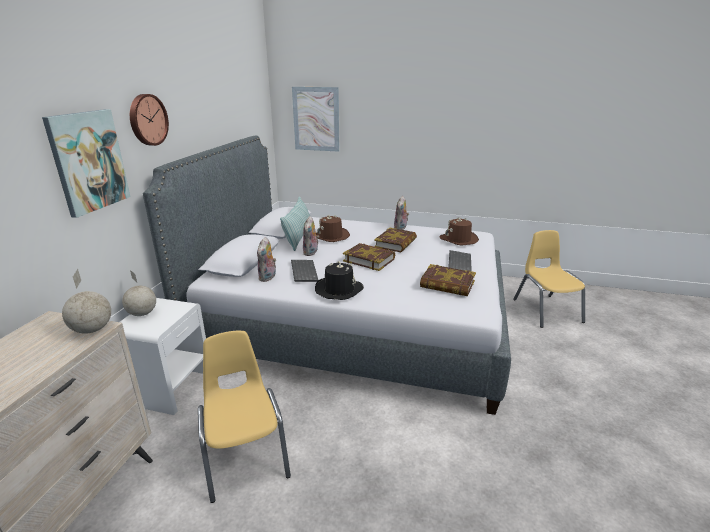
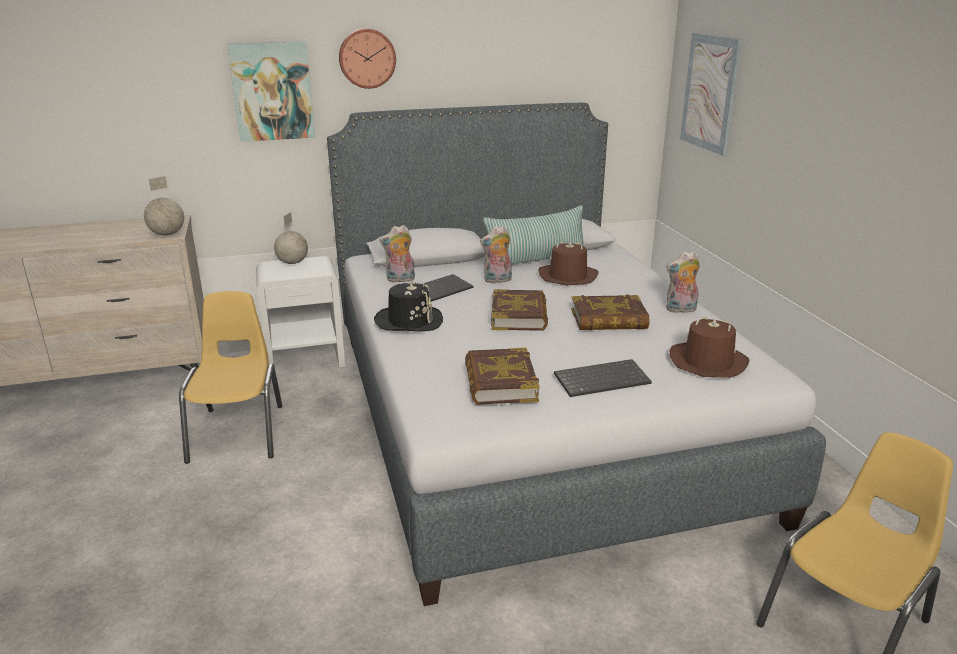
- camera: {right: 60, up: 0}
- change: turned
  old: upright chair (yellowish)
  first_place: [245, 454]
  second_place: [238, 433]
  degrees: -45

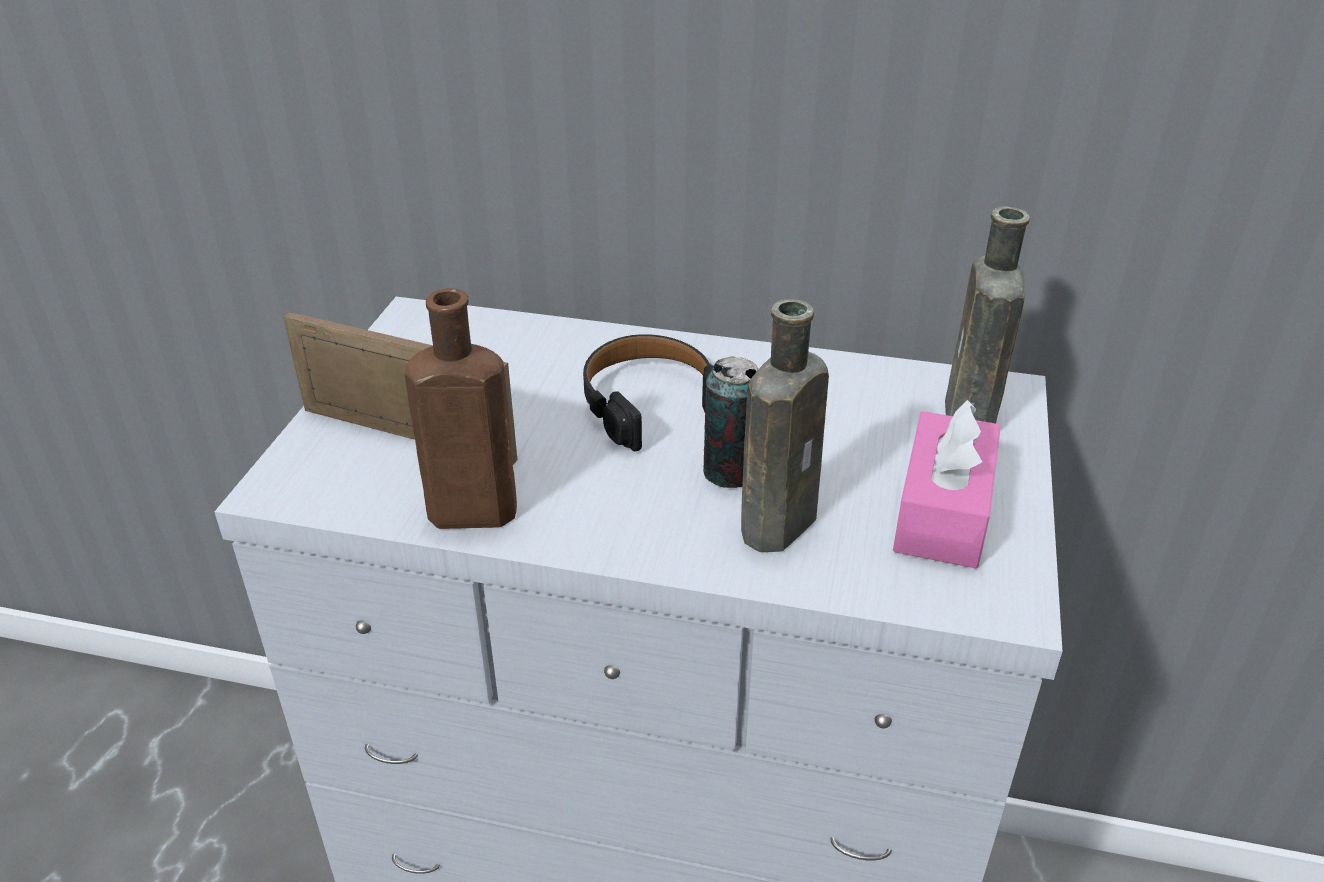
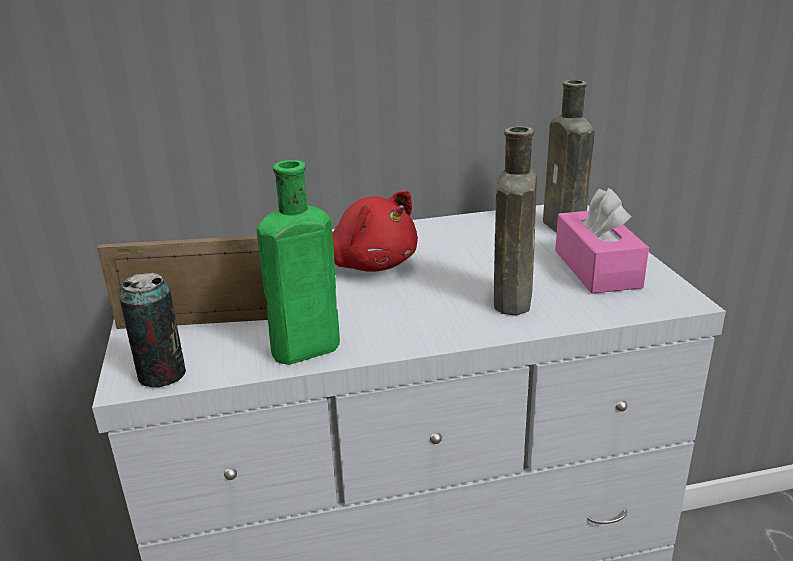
- camera: {right: -25, up: -10}
- change: recoloured
  old: bottle (brown-coloured)
  new: bottle (green-coloured)
  first_place: [466, 513]
  second_place: [301, 351]
- change: replaced
  old: pair of headphones (black)
  new: cuddly toy (reddish)
  first_place: [651, 404]
  second_place: [371, 264]
- change: moved
  old: sealed can
  first_place: [730, 472]
  second_place: [162, 375]

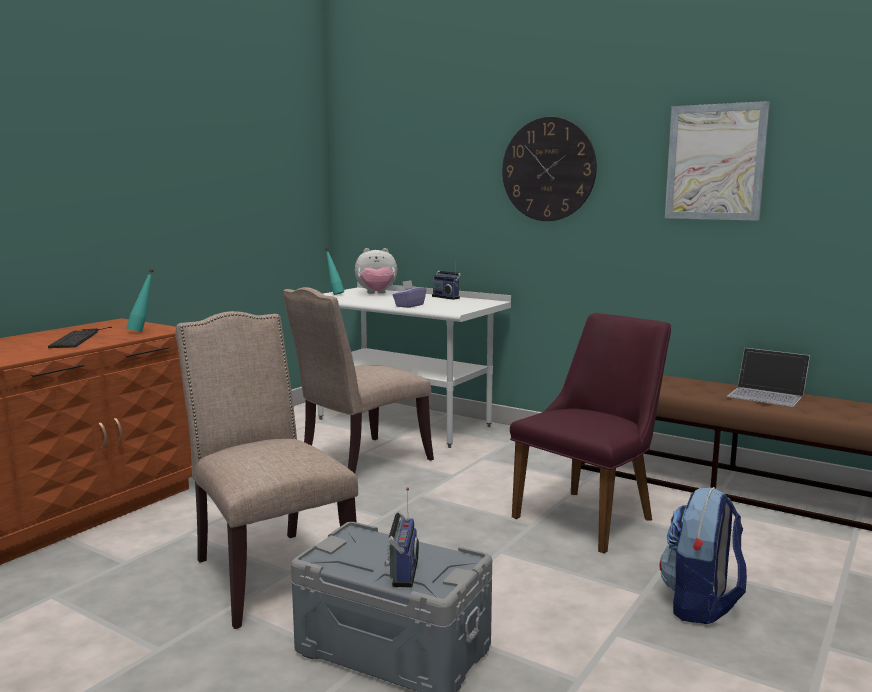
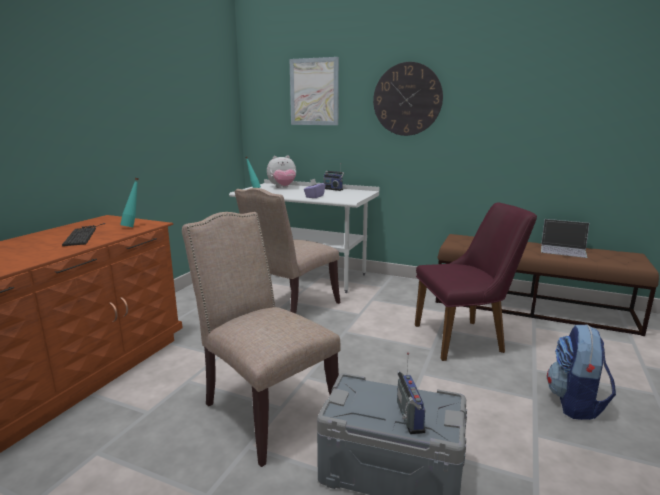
- camera: {right: -10, up: 5}
- change: turned
  old: upright chair (purple)
  first_place: [592, 515]
  second_place: [466, 338]
  degrees: 45
- change: moved
  old: picture
  first_place: [715, 162]
  second_place: [314, 92]

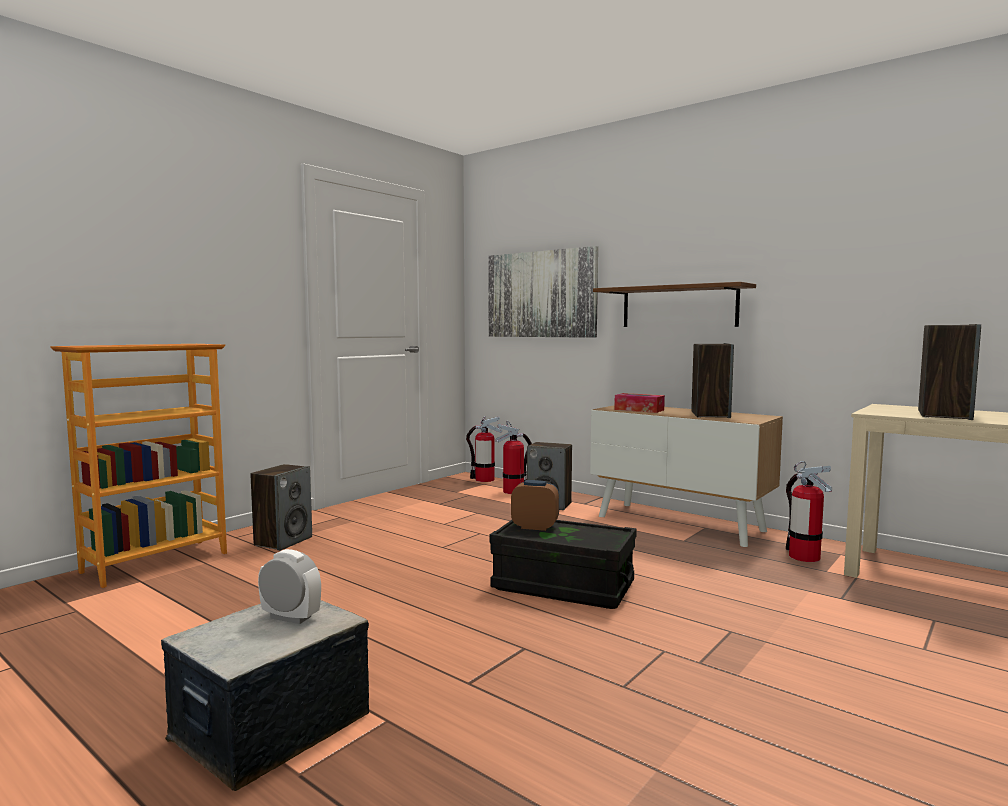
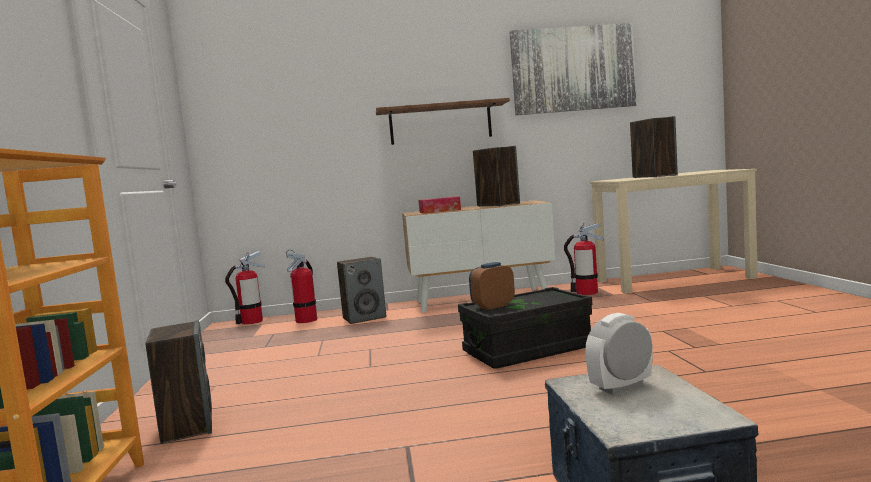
- camera: {right: -45, up: 0}
- change: moved
  old: picture
  first_place: [541, 294]
  second_place: [573, 69]

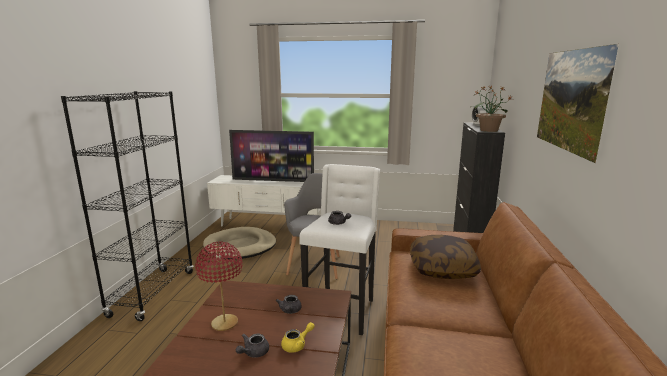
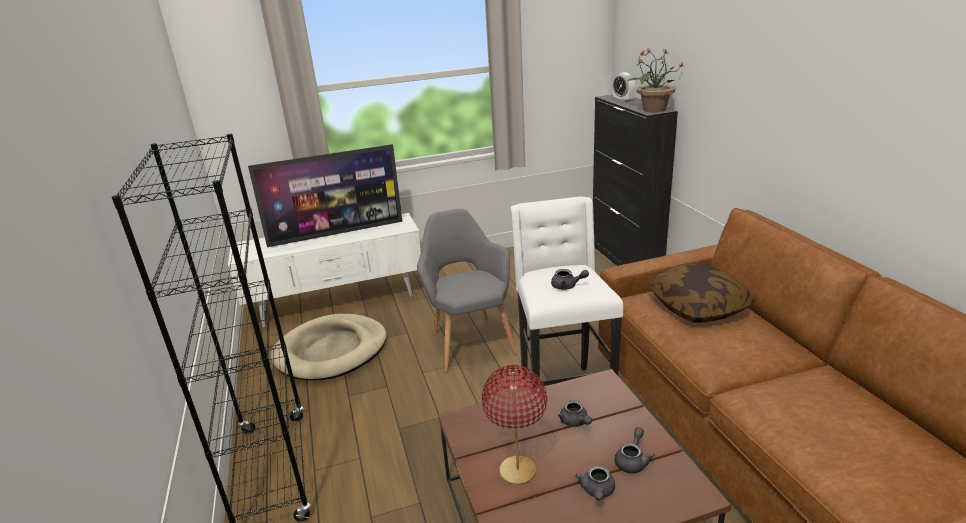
- camera: {right: -25, up: 10}
- change: recoloured
  old: teapot (yellowish)
  new: teapot (grey)
  first_place: [297, 345]
  second_place: [632, 460]
- change: removed
  old: picture
  first_place: [565, 124]

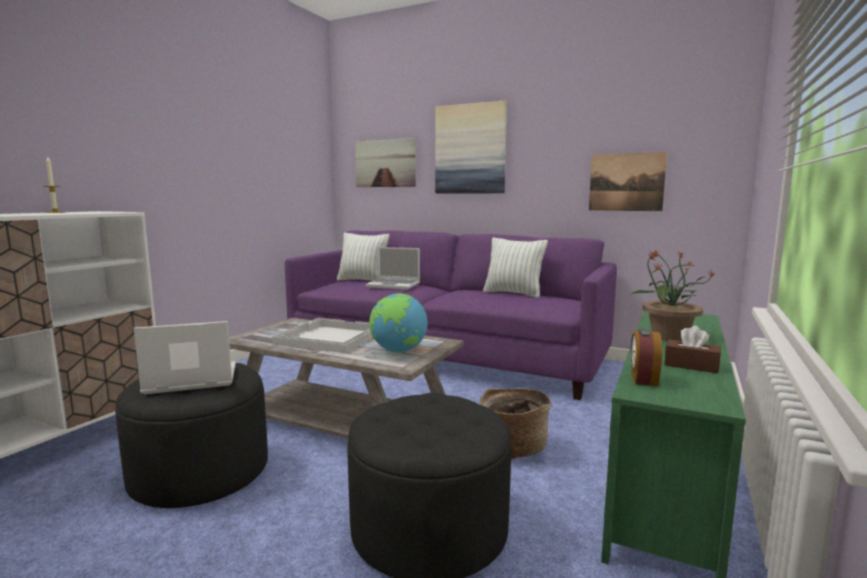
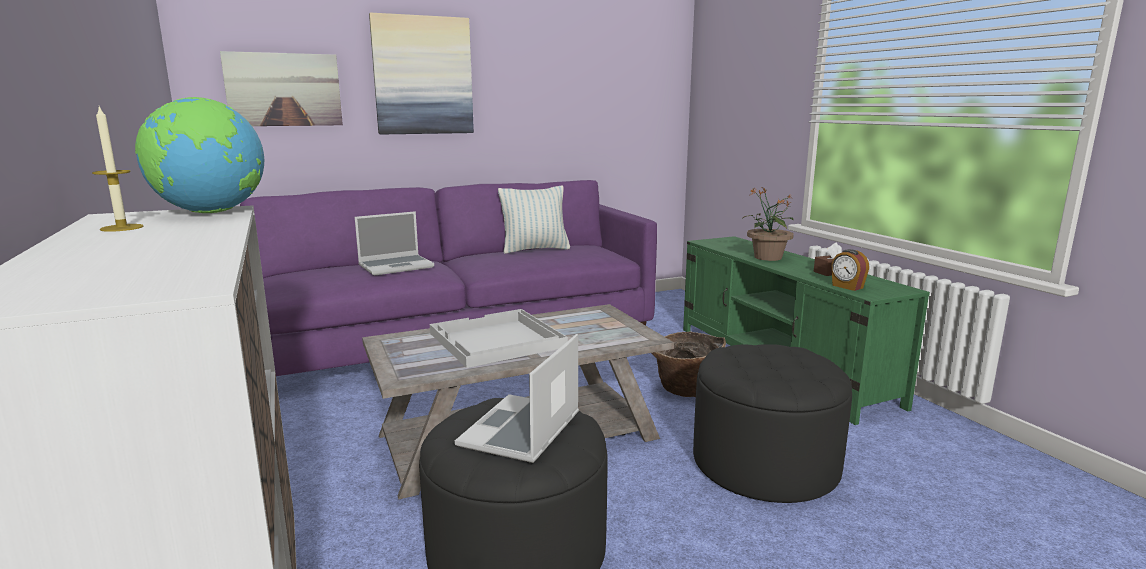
- camera: {right: -50, up: 5}
- change: removed
  old: throw pillow
  first_place: [363, 281]
- change: moved
  old: world globe
  first_place: [398, 351]
  second_place: [210, 212]
- change: removed
  old: picture
  first_place: [626, 182]

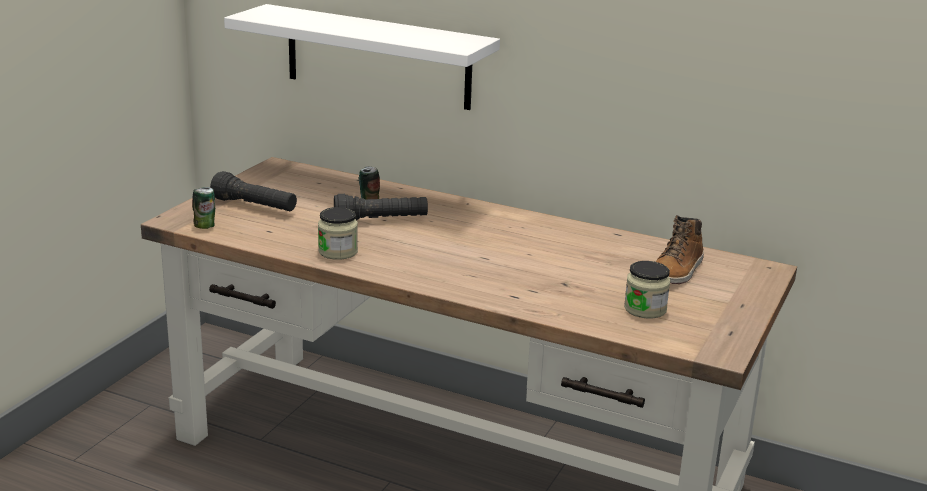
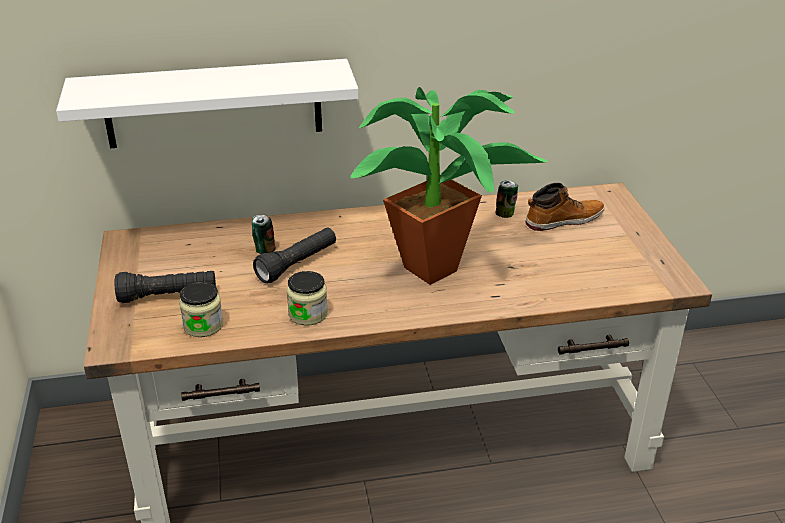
- camera: {right: -35, up: 10}
- change: moved
  old: sealed can
  first_place: [205, 226]
  second_place: [505, 214]
- change: moved
  old: preserve jar
  first_place: [645, 309]
  second_place: [203, 325]
- change: turned
  old: boot
  first_place: [677, 271]
  second_place: [563, 220]
  degrees: -105
- change: added
  new: houseplant
  second_place: [441, 268]

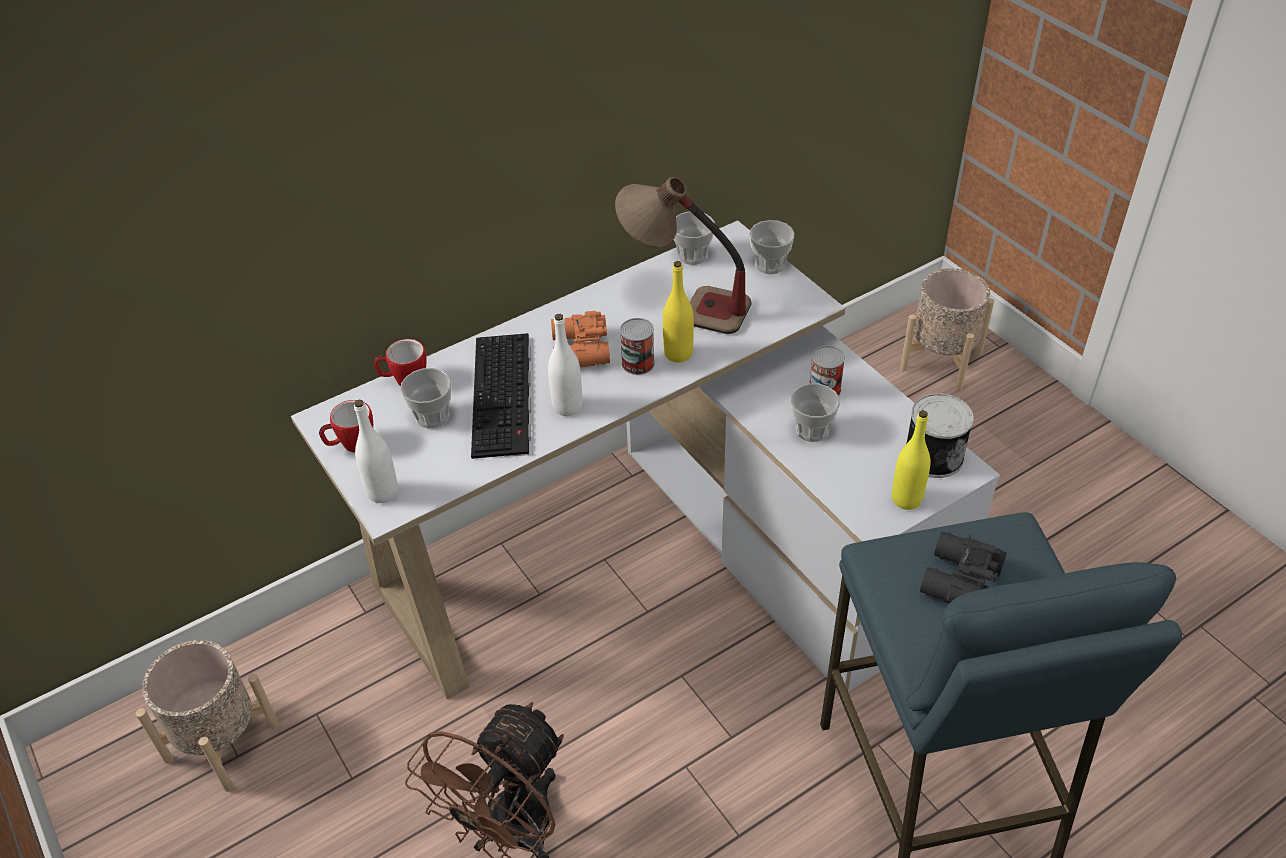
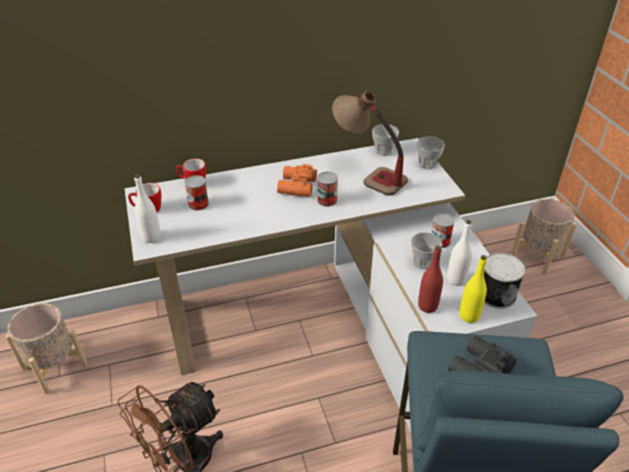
- camera: {right: 15, up: -5}
- change: replaced
  old: drinking cup
  new: sealed can
  first_place: [432, 416]
  second_place: [198, 204]
- change: removed
  old: computer keyboard
  first_place: [504, 396]
- change: moved
  old: bottle (white)
  first_place: [567, 407]
  second_place: [456, 280]
- change: removed
  old: bottle (yellowish)
  first_place: [678, 354]
- change: added
  new: bottle (reddish)
  second_place: [427, 306]

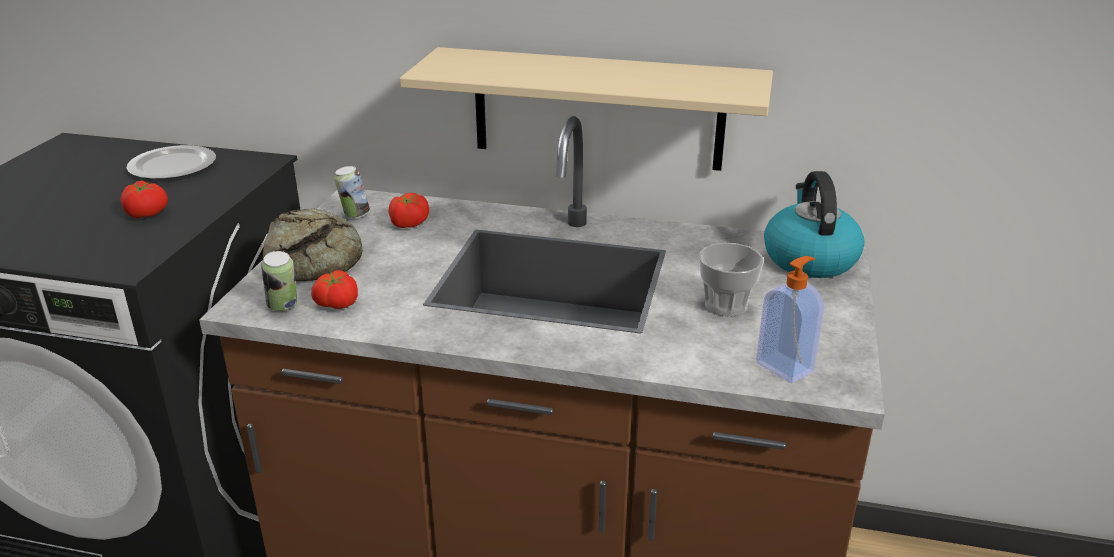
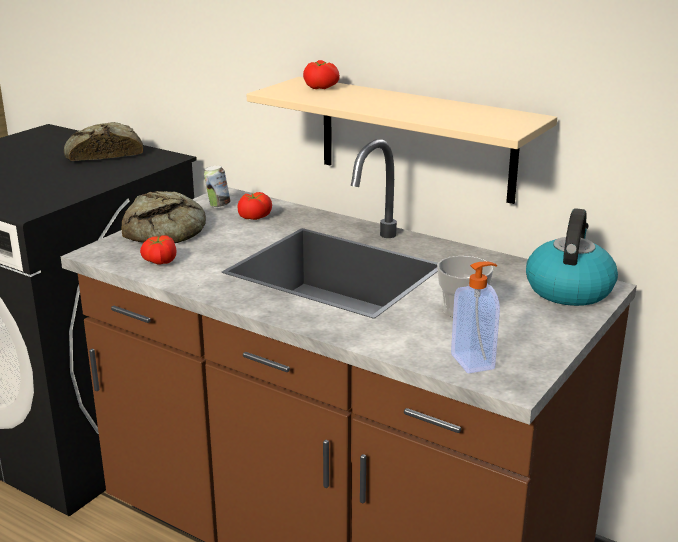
- camera: {right: 20, up: -5}
- change: moved
  old: whole tomato
  first_place: [147, 213]
  second_place: [321, 87]
- change: replaced
  old: plate
  new: baked bread
  first_place: [172, 167]
  second_place: [103, 154]
- change: removed
  old: sealed can
  first_place: [283, 307]

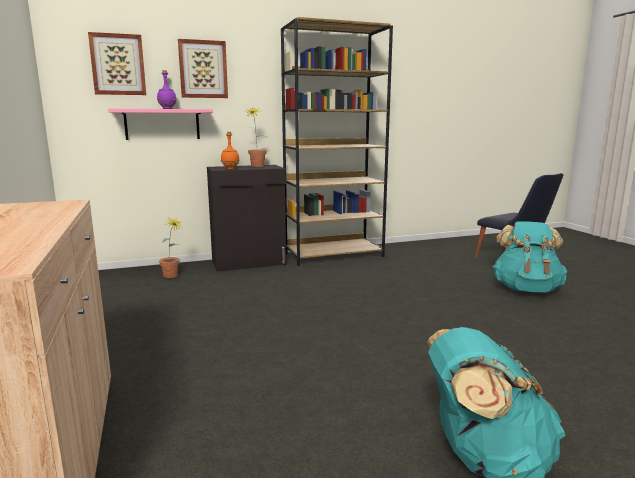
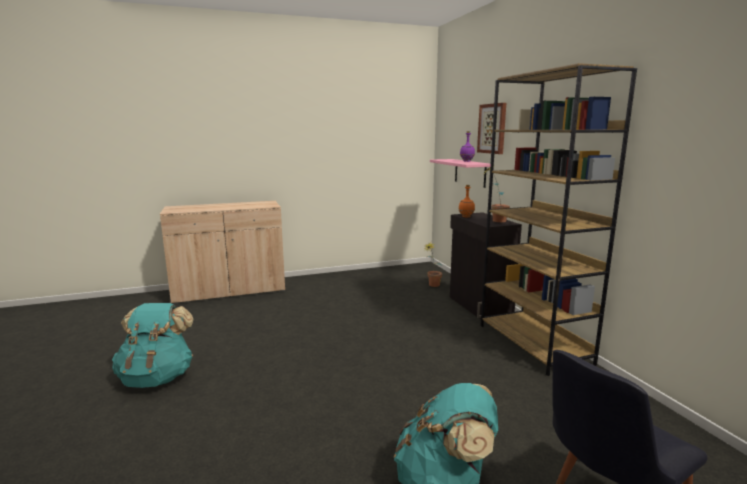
- camera: {right: 90, up: 0}
- change: removed
  old: picture
  first_place: [118, 64]

